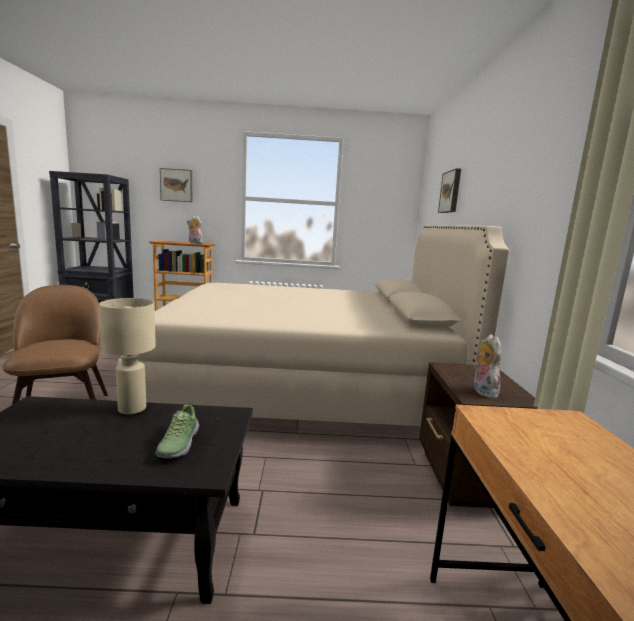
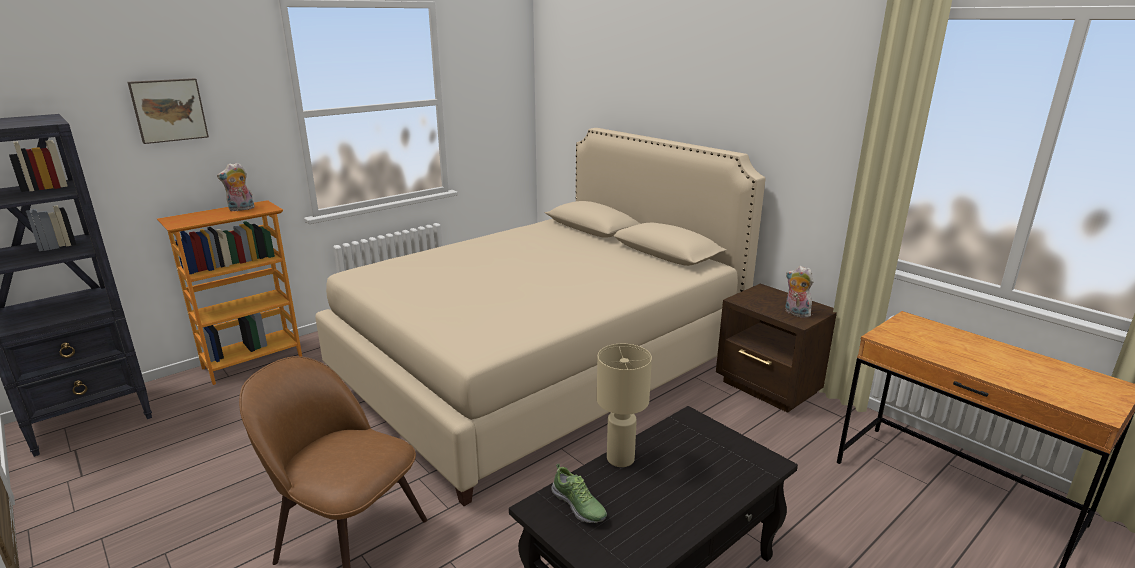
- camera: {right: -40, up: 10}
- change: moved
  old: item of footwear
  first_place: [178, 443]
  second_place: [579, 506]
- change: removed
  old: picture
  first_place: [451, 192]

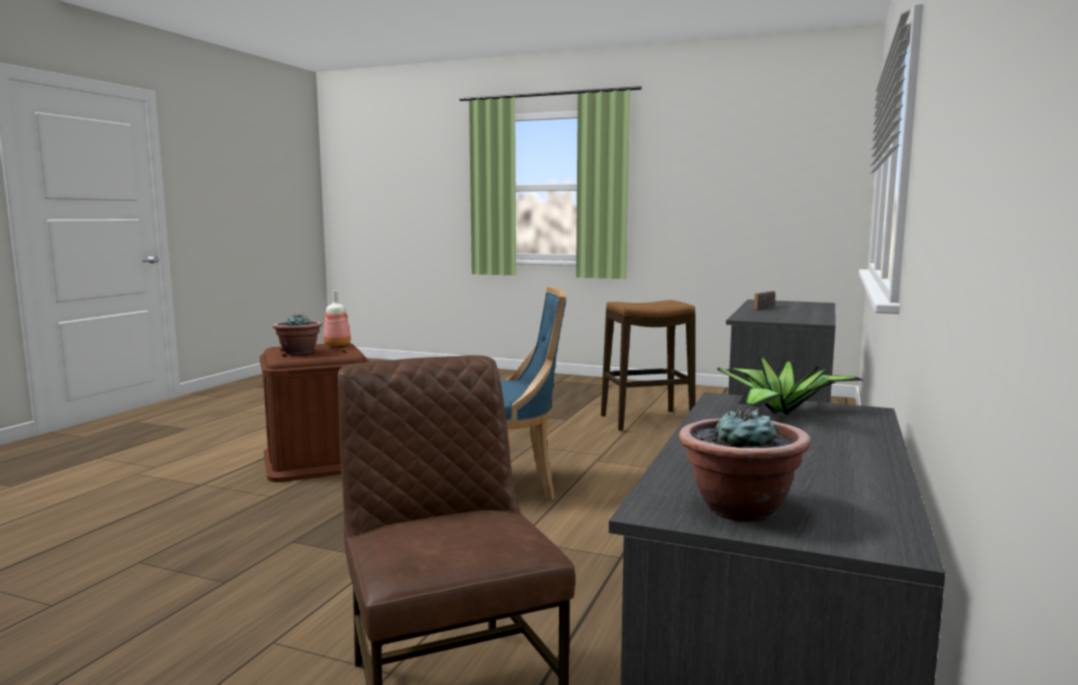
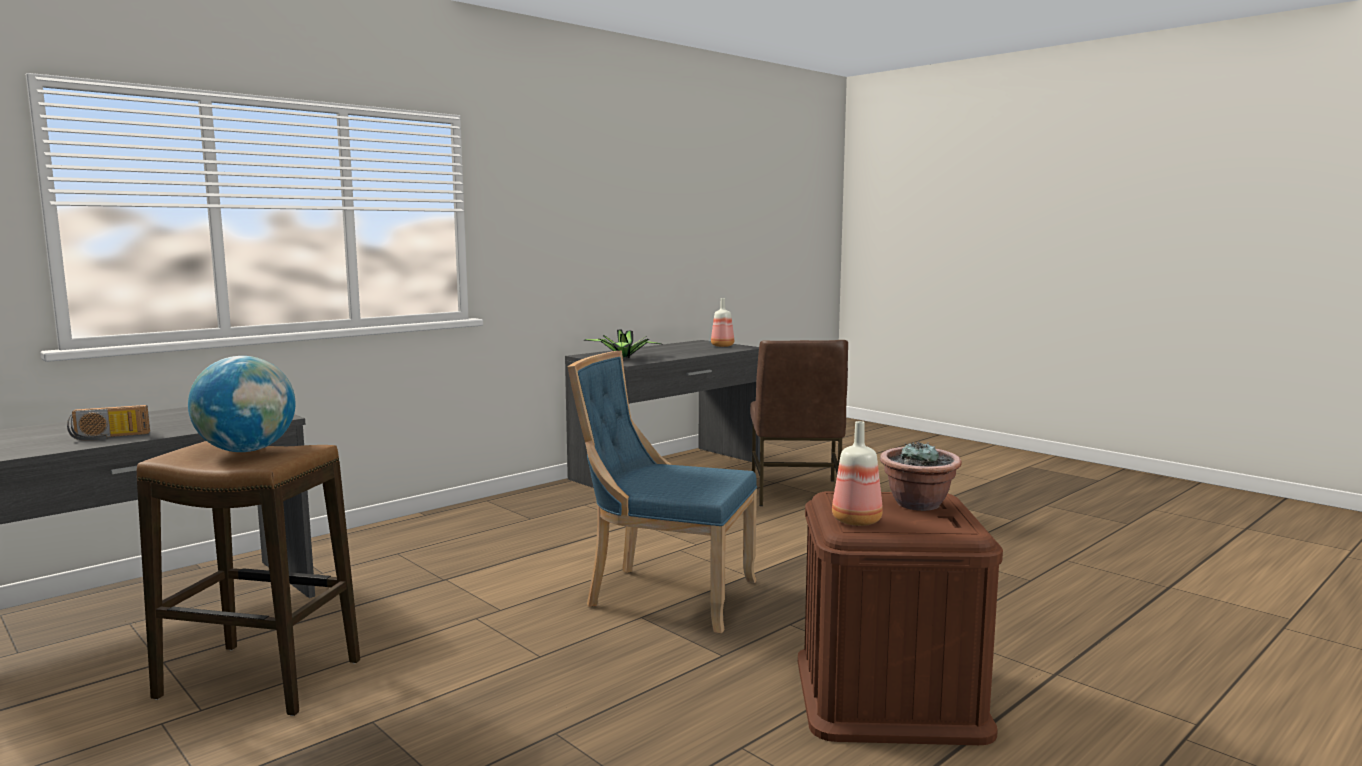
- camera: {right: -155, up: 0}
- change: replaced
  old: houseplant
  new: bottle
  first_place: [739, 508]
  second_place: [723, 346]
- change: added
  new: world globe
  second_place: [247, 450]

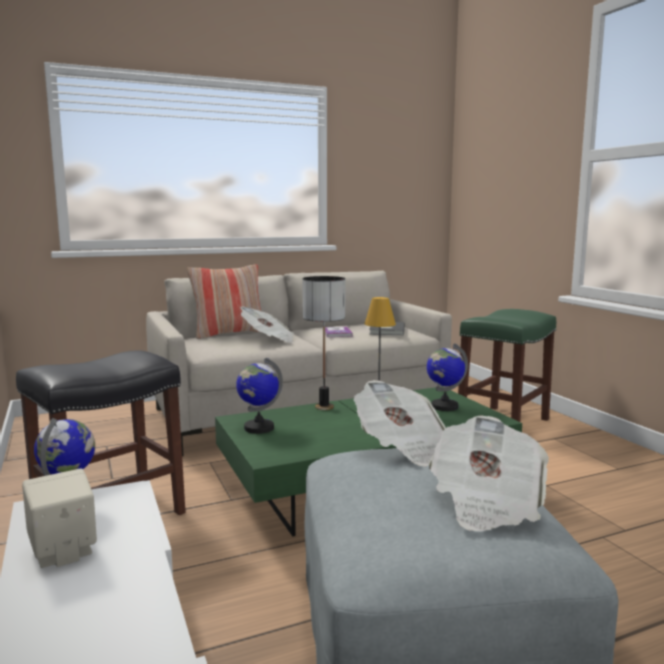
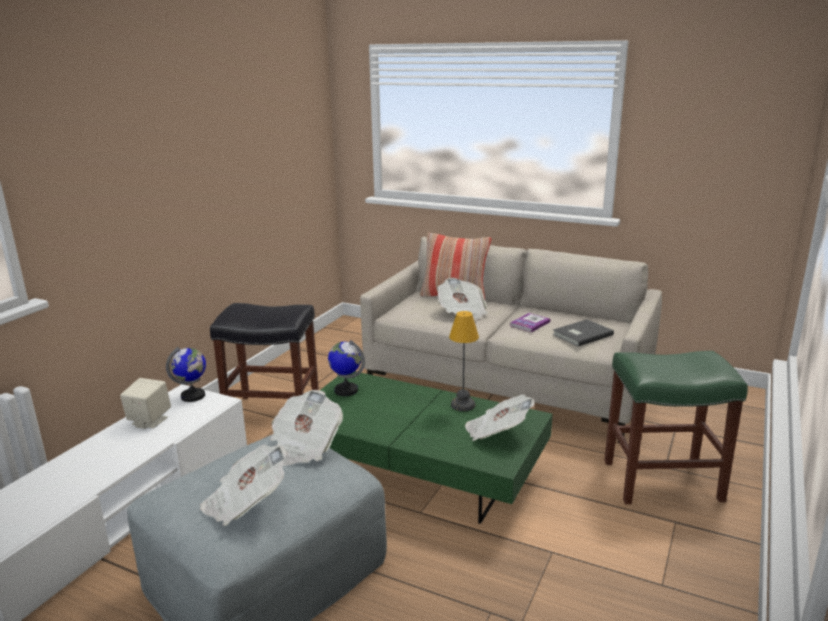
- camera: {right: 50, up: 10}
- change: removed
  old: table lamp
  first_place: [324, 407]
- change: replaced
  old: world globe
  new: newspaper
  first_place: [444, 406]
  second_place: [497, 433]

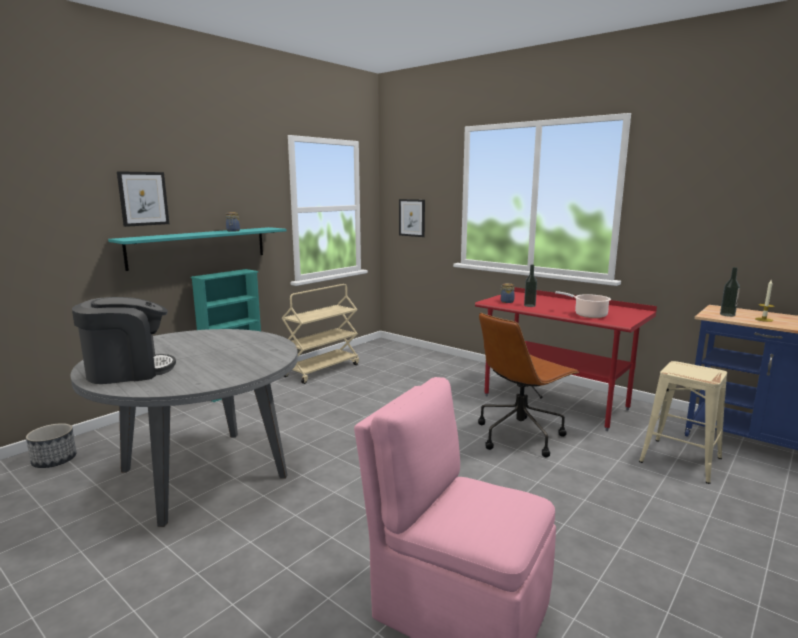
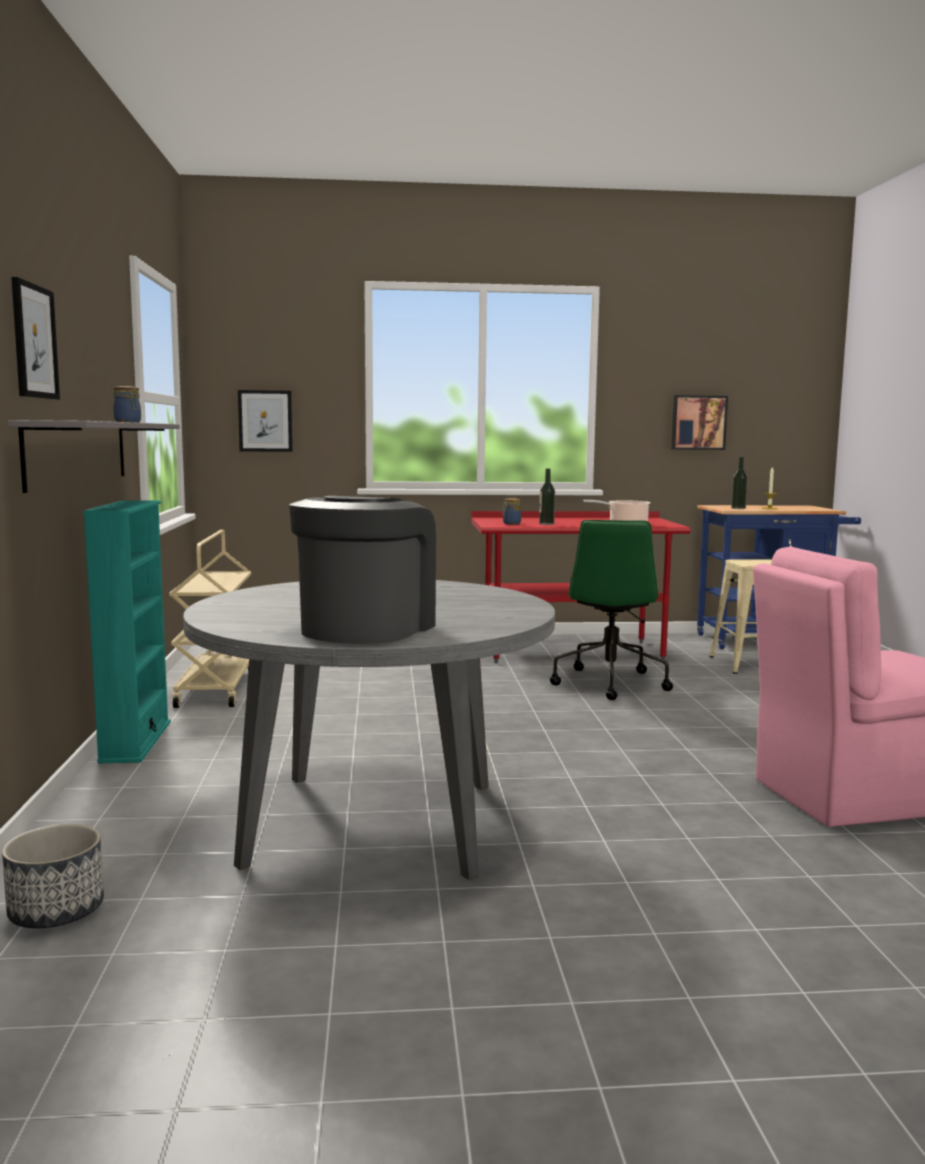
- camera: {right: -45, up: -5}
- change: recoloured
  old: bracket shelf (turquoise)
  new: bracket shelf (grey)
  first_place: [199, 247]
  second_place: [79, 452]
- change: recoloured
  old: computer chair (brown-coloured)
  new: computer chair (green-coloured)
  first_place: [520, 435]
  second_place: [609, 683]
- change: added
  new: picture
  second_place: [698, 422]

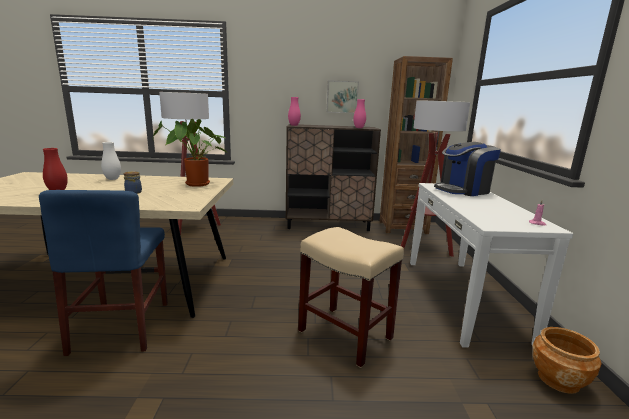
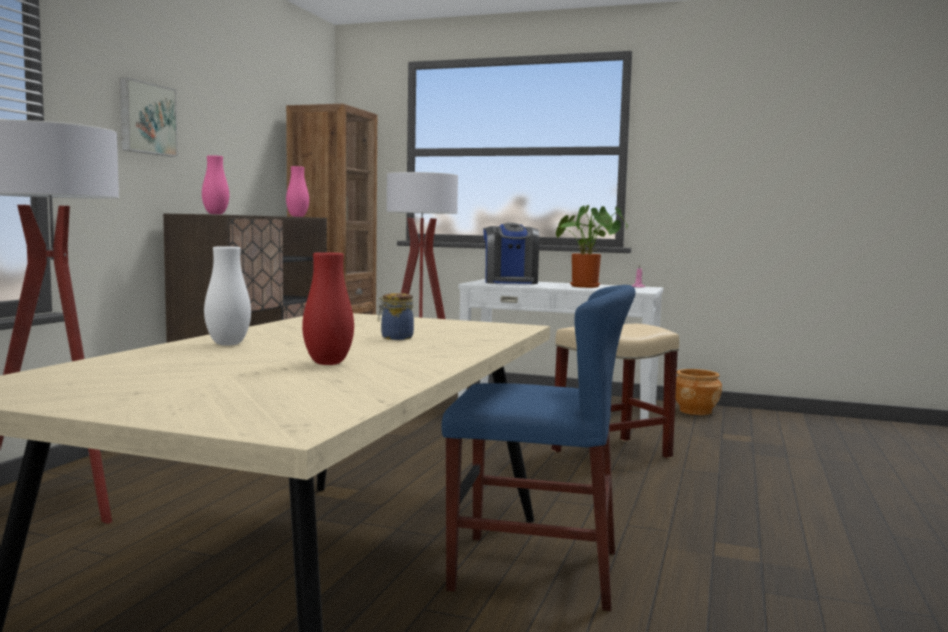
- camera: {right: -70, up: -10}
- change: moved
  old: houseplant
  first_place: [196, 185]
  second_place: [588, 286]
- change: moved
  old: picture
  first_place: [342, 97]
  second_place: [146, 119]

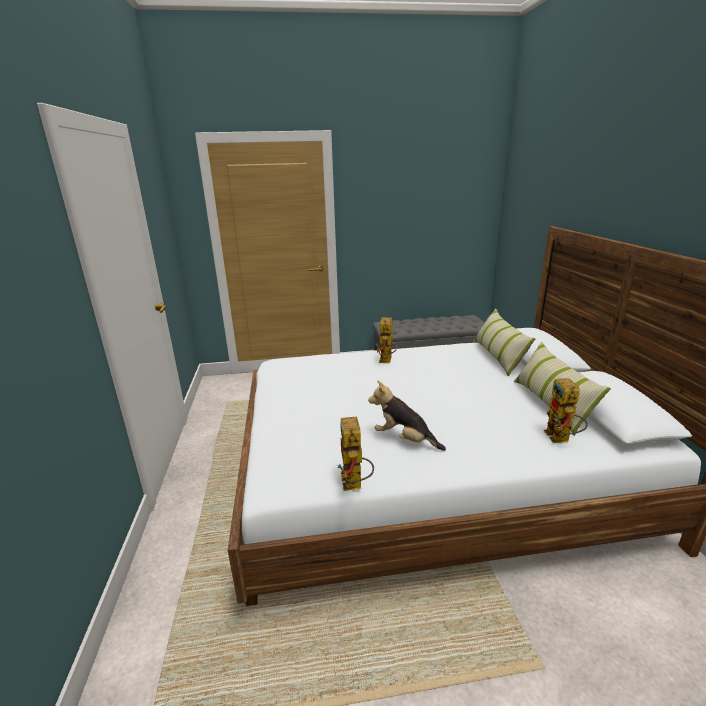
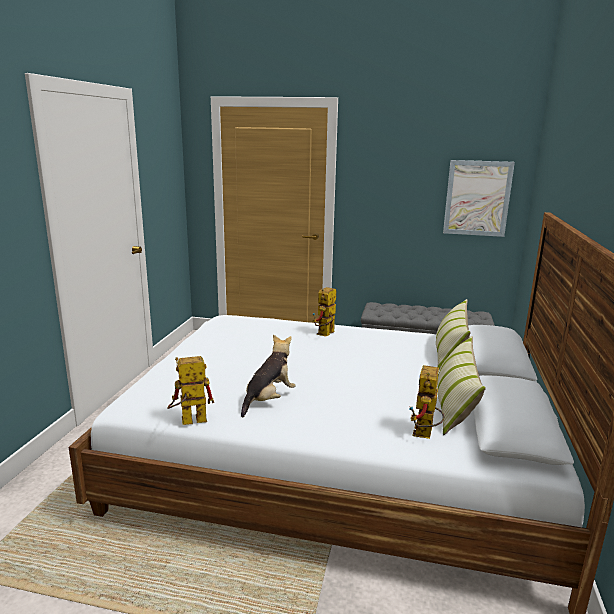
- camera: {right: 20, up: -5}
- change: turned
  old: toy robot
  first_place: [355, 485]
  second_place: [188, 422]
  degrees: 60
- change: turned
  old: cuddly toy
  first_place: [404, 439]
  second_place: [268, 399]
  degrees: 75
- change: added
  new: picture
  second_place: [477, 198]

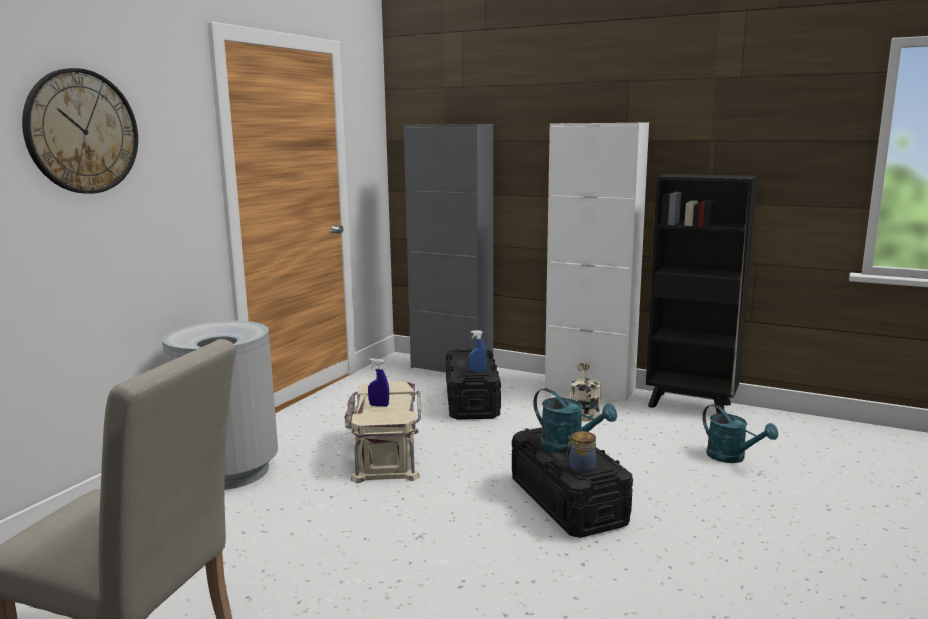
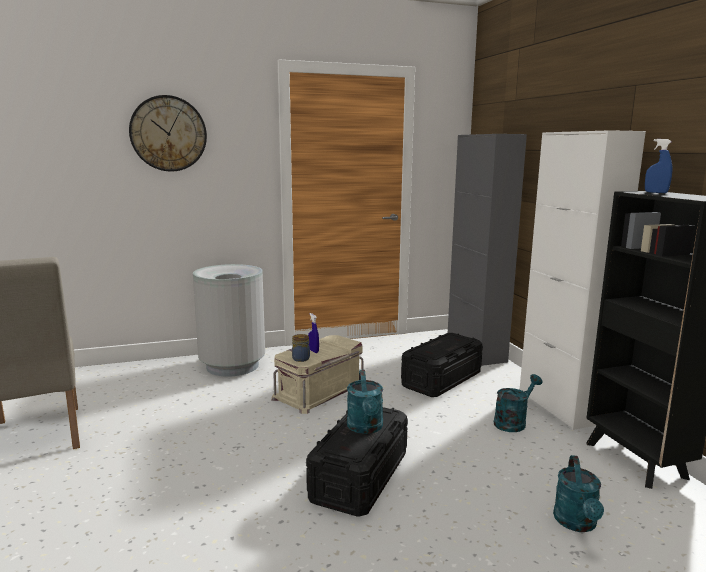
- camera: {right: 45, up: 0}
- change: moved
  old: hand sprayer (blue-coloured)
  first_place: [477, 371]
  second_place: [656, 192]
- change: moved
  old: preserve jar
  first_place: [581, 468]
  second_place: [300, 358]
- change: recoloured
  old: watering can (sand-coloured)
  new: watering can (turquoise)
  first_place: [583, 412]
  second_place: [513, 422]

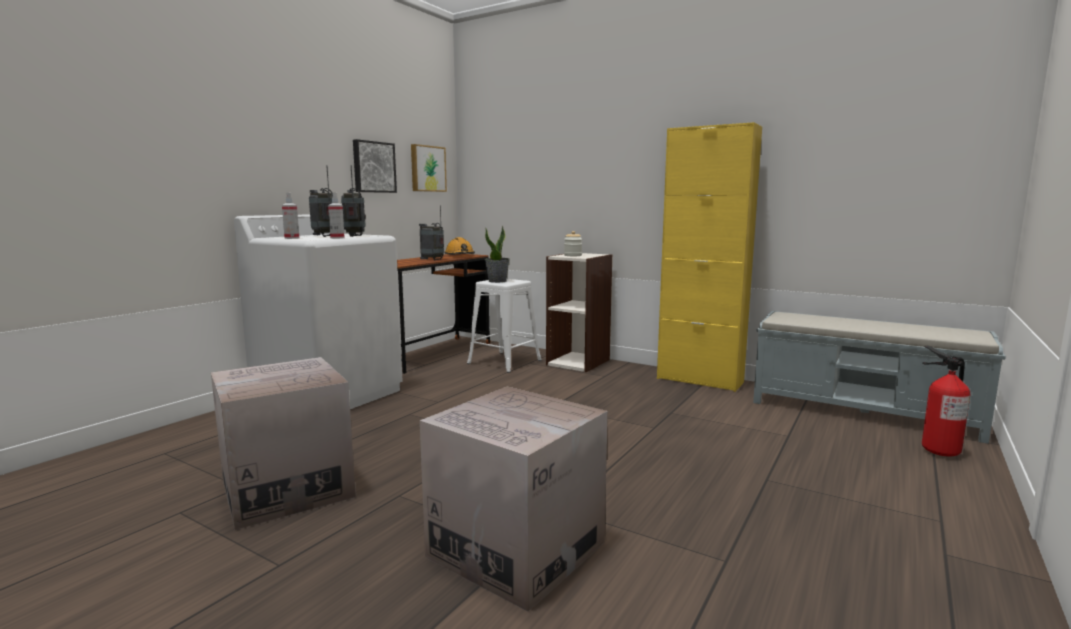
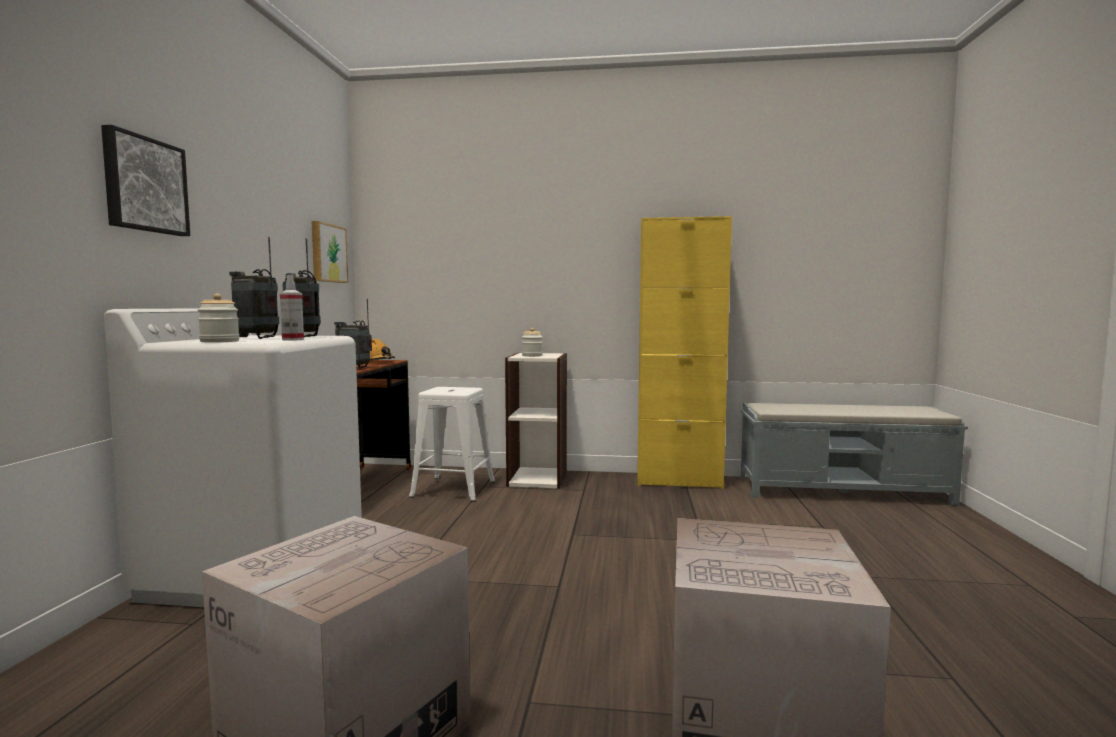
- camera: {right: -25, up: -5}
- change: replaced
  old: hand sprayer
  new: preserve jar
  first_place: [292, 238]
  second_place: [219, 341]
- change: moved
  old: picture
  first_place: [373, 167]
  second_place: [144, 185]
- change: removed
  old: houseplant
  first_place: [497, 281]
- change: removed
  old: fire extinguisher
  first_place: [941, 451]

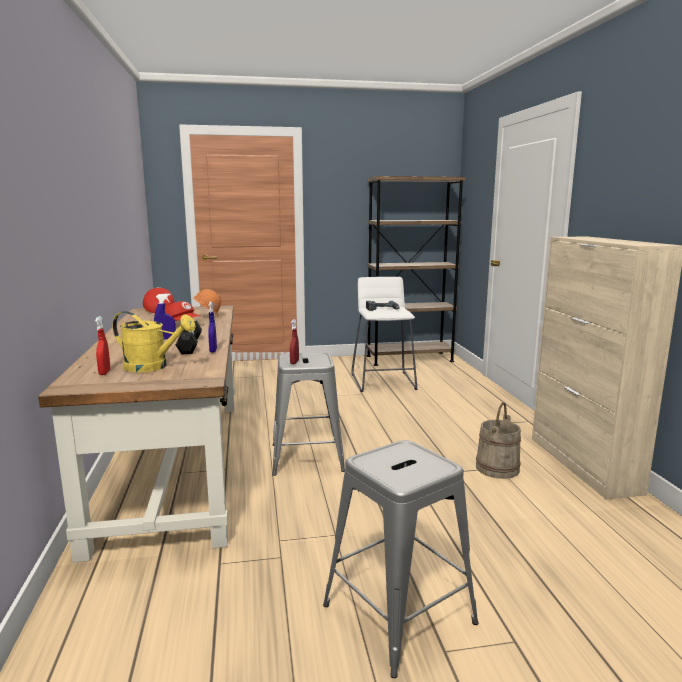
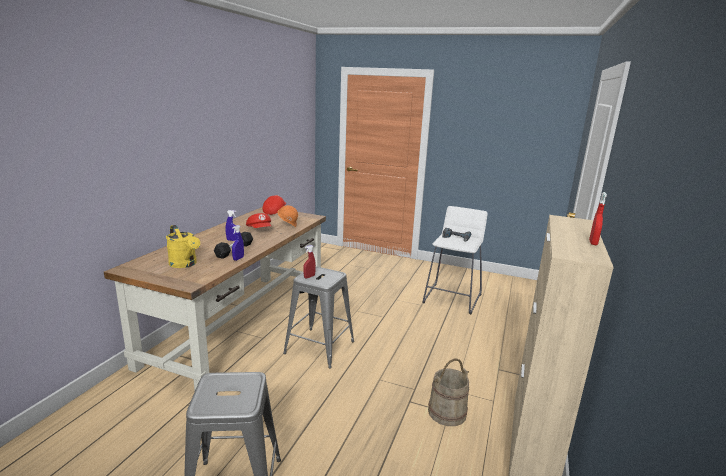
- camera: {right: 30, up: 5}
- change: moved
  old: hand sprayer (reddish)
  first_place: [104, 373]
  second_place: [593, 243]
- change: removed
  old: bookcase (brown-coloured)
  first_place: [409, 359]

